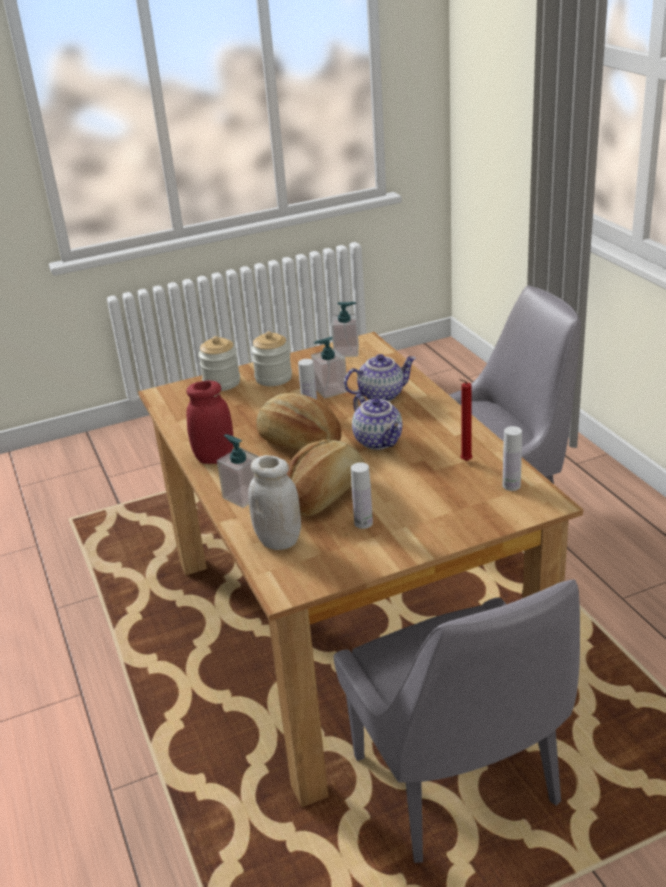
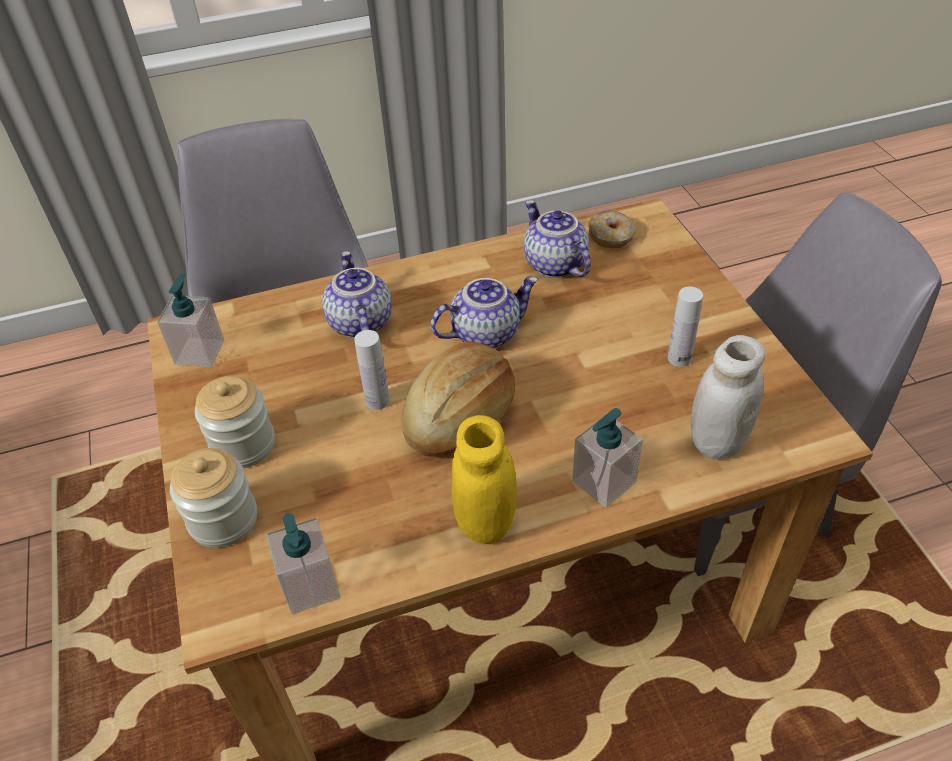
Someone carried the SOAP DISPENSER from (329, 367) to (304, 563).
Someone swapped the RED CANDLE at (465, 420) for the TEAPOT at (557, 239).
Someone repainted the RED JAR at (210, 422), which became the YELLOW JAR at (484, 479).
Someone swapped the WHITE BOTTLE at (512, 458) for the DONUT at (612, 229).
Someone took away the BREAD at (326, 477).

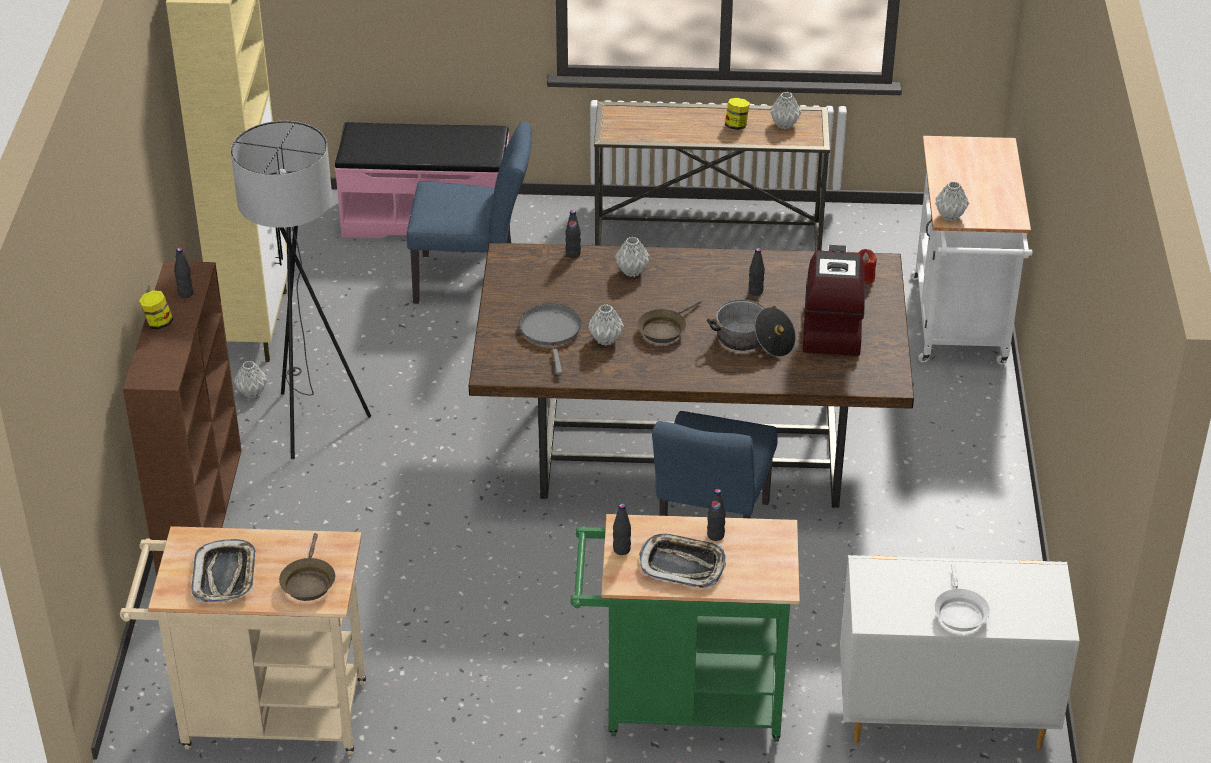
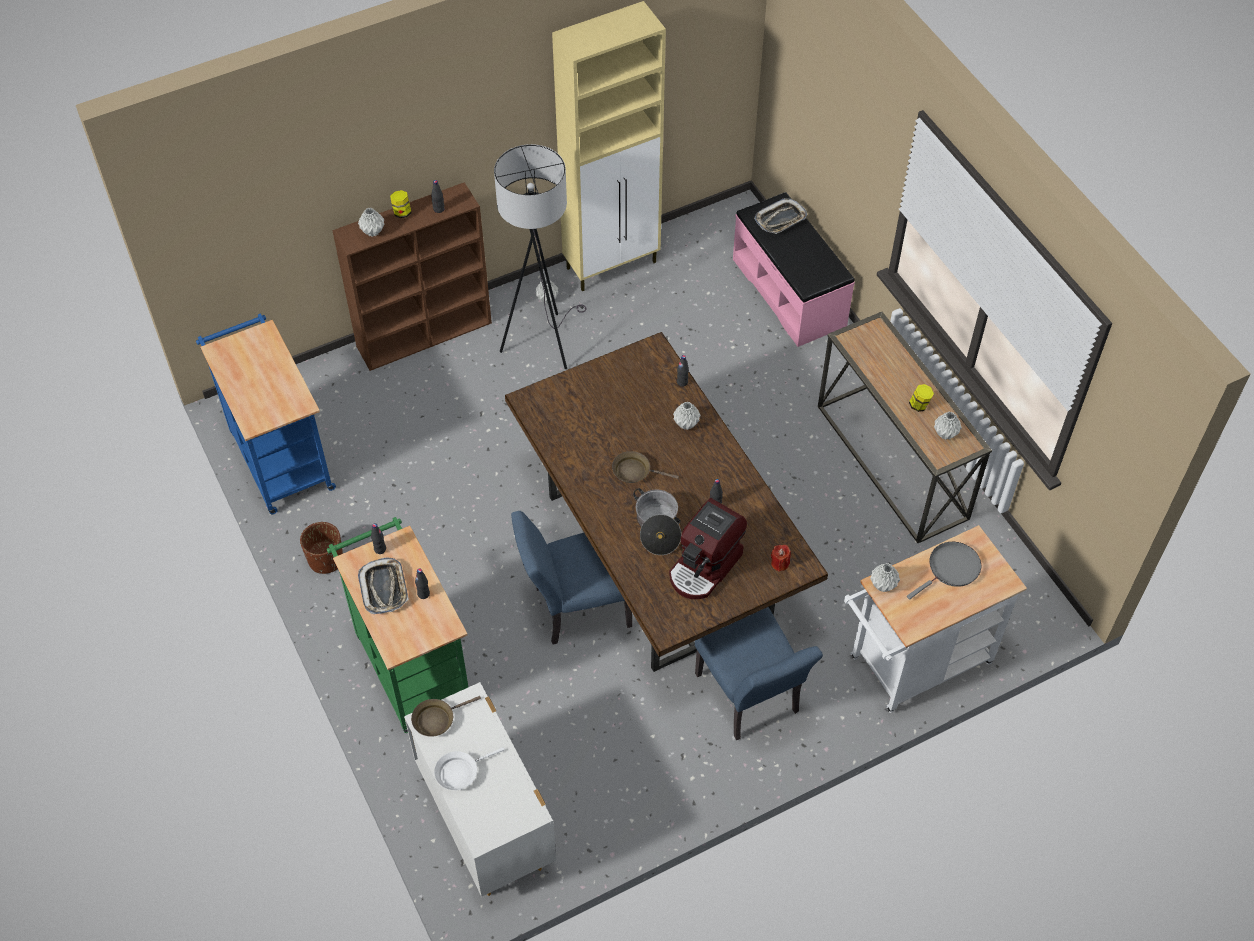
Someone carried the BLUE CHAIR from (469, 213) to (759, 673).
Someone rotated the COFFEE MACHINE at (834, 300) by 150 degrees clockwise.
Someone carried the GREY FRYING PAN from (550, 339) to (944, 570).
Someone carried the GREY VASE from (606, 325) to (371, 222).
Someone repainted the BEIGE CART at (243, 640), which became the BLUE CART at (266, 414).
Someone carried the BROWN FRYING PAN from (307, 567) to (446, 716).
Someone carried the TRAY from (224, 571) to (780, 216).
Someone put down the BROWN PLANTER at (321, 548).

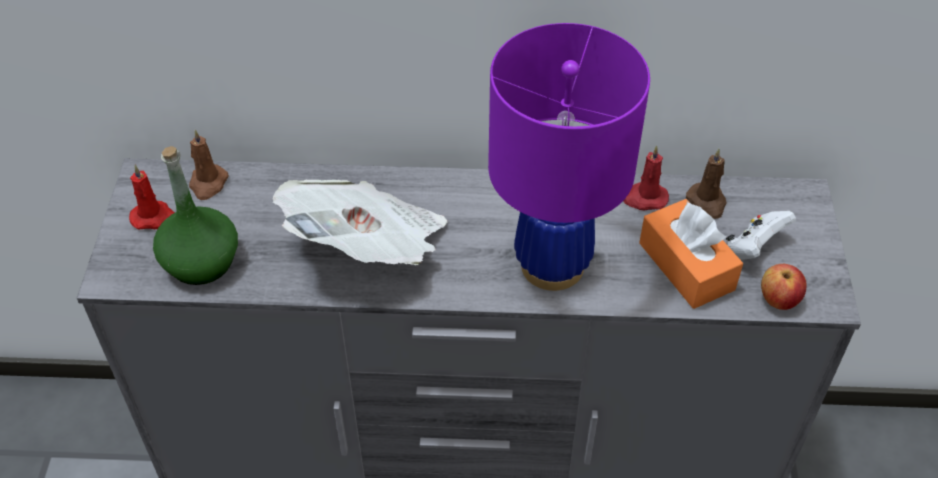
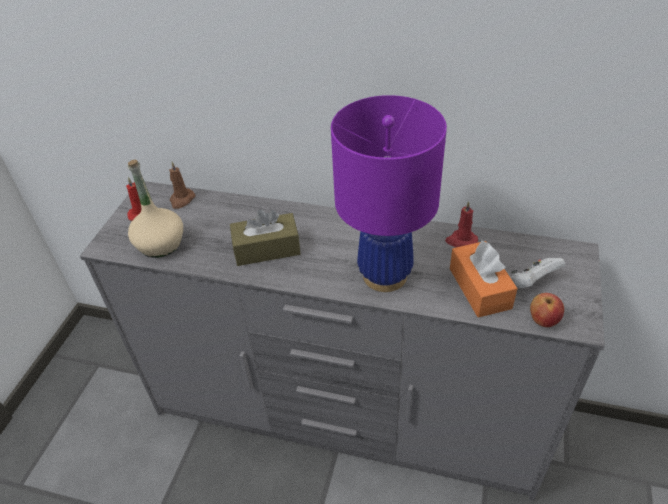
Someone repainted the GREEN BOTTLE at (195, 215), which became the BEIGE BOTTLE at (155, 209).
Someone took away the BROWN CANDLE at (706, 183).
Someone swapped the NEWSPAPER at (360, 223) for the BROWN TISSUE BOX at (265, 237).

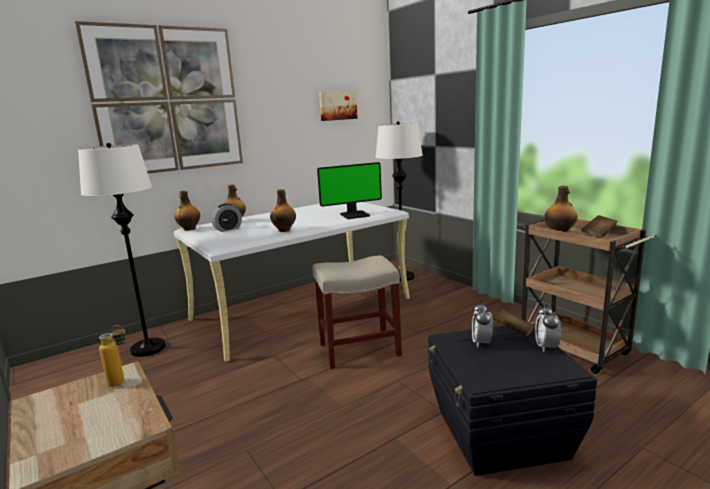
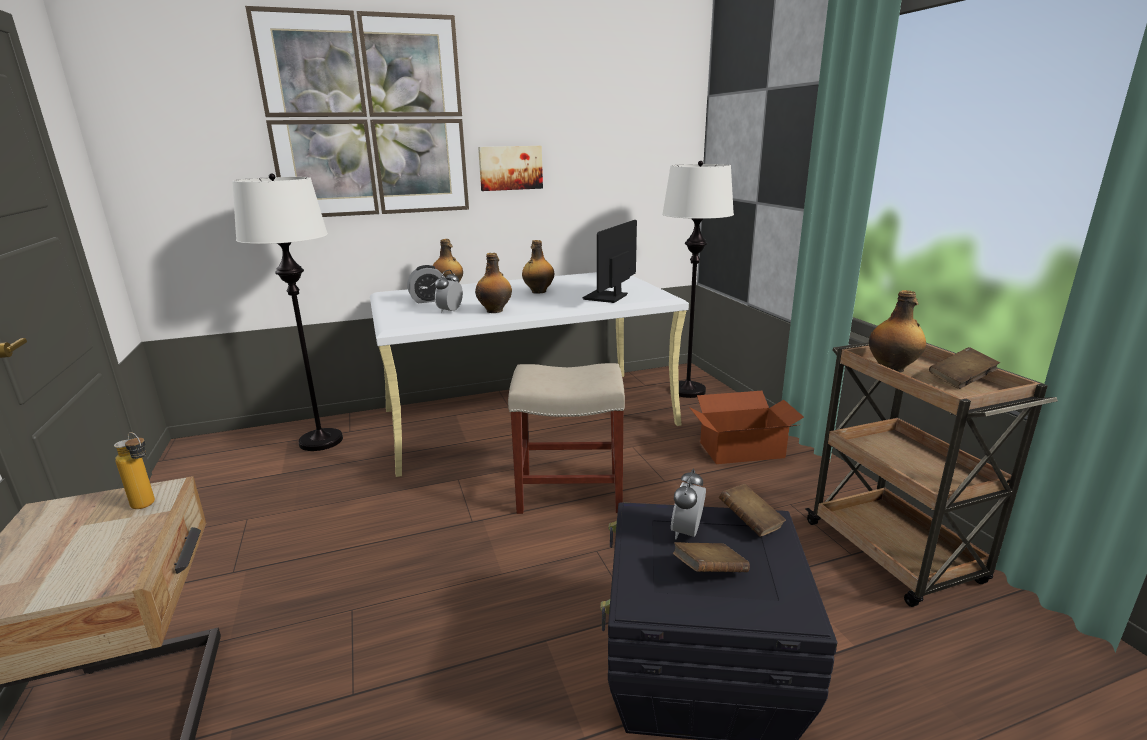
Someone carried the PICTURE from (338, 106) to (510, 168).
Someone rotated the MONITOR at (349, 190) by 120 degrees clockwise.
Someone carried the BOTTLE from (187, 211) to (538, 267).
Someone carried the ALARM CLOCK from (548, 328) to (449, 291).
Someone put down the CARDBOARD BOX at (746, 427).
Someone put down the BROWN BOOK at (711, 557).

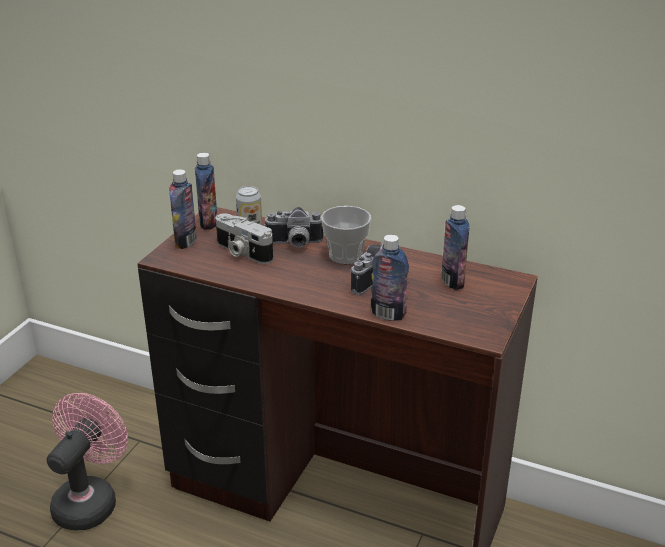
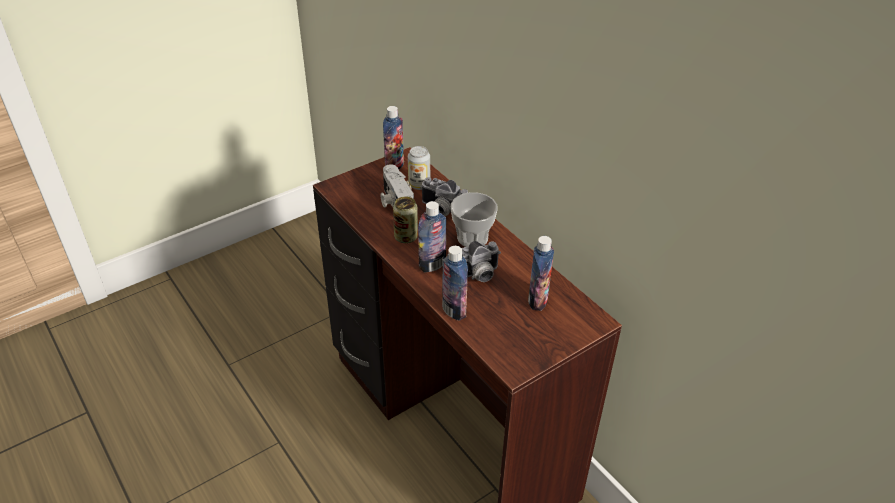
Someone carried the BOTTLE from (183, 209) to (432, 236).
Someone took away the PINK FAN at (87, 461).
Someone put down the CAN at (405, 220).

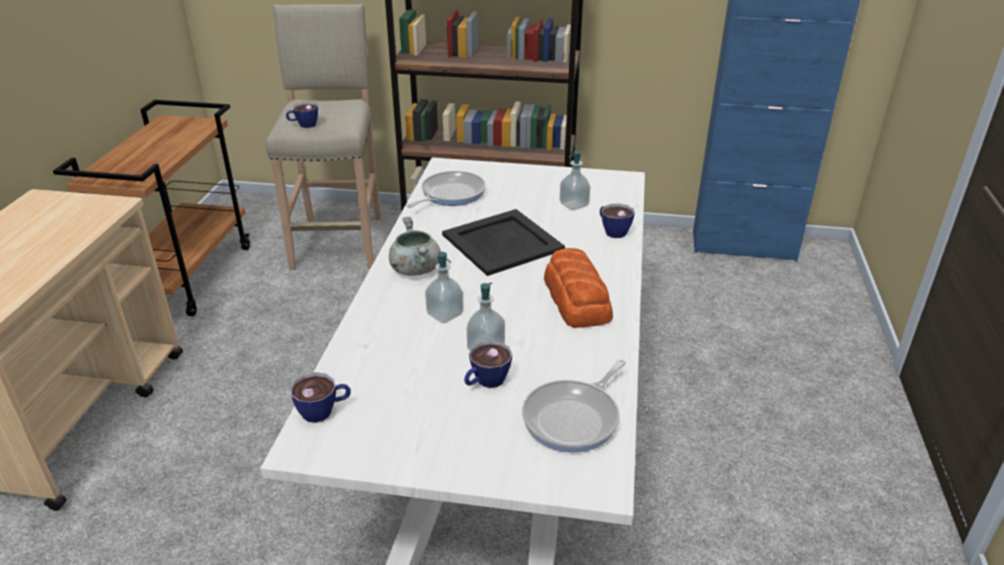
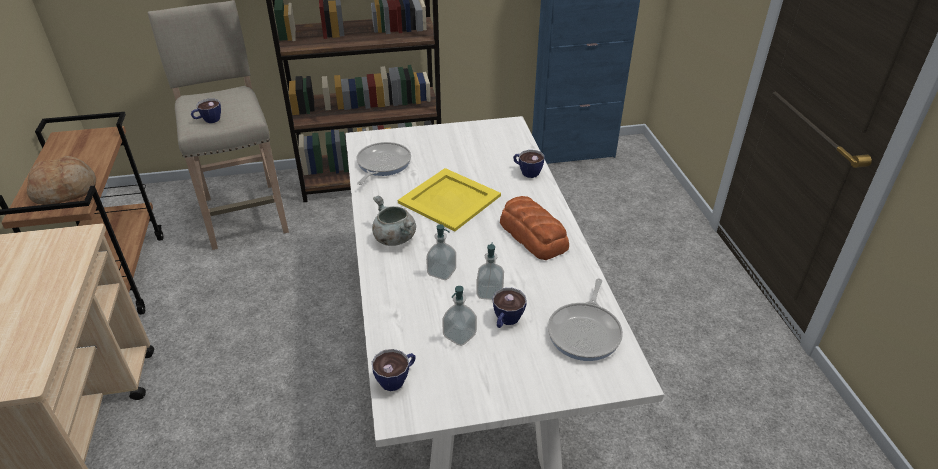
Someone carried the SOAP DISPENSER from (575, 180) to (459, 316).
Someone repainted the BLACK TRAY at (503, 242), which became the YELLOW TRAY at (449, 199).
Someone put down the BREAD at (61, 180).

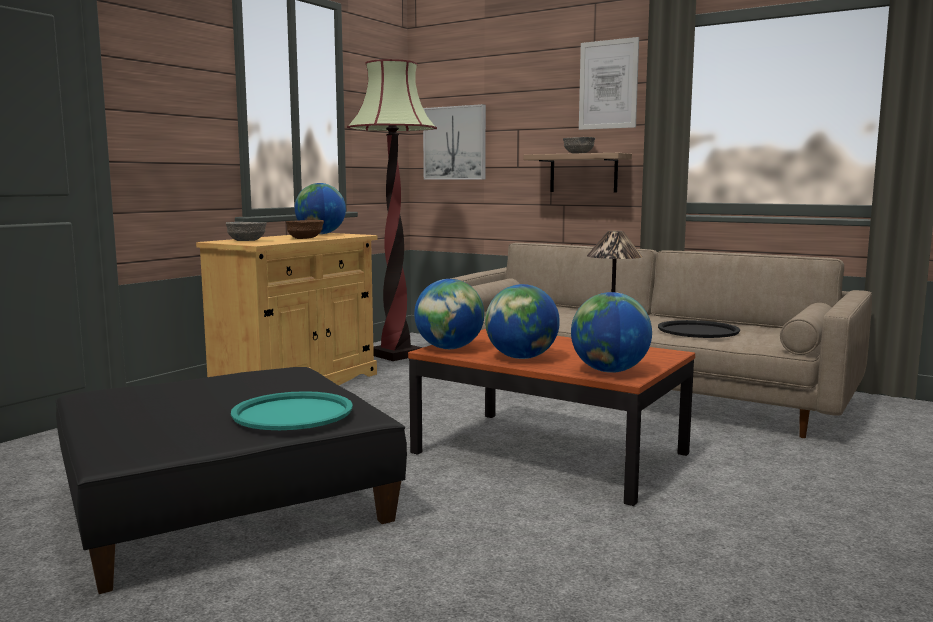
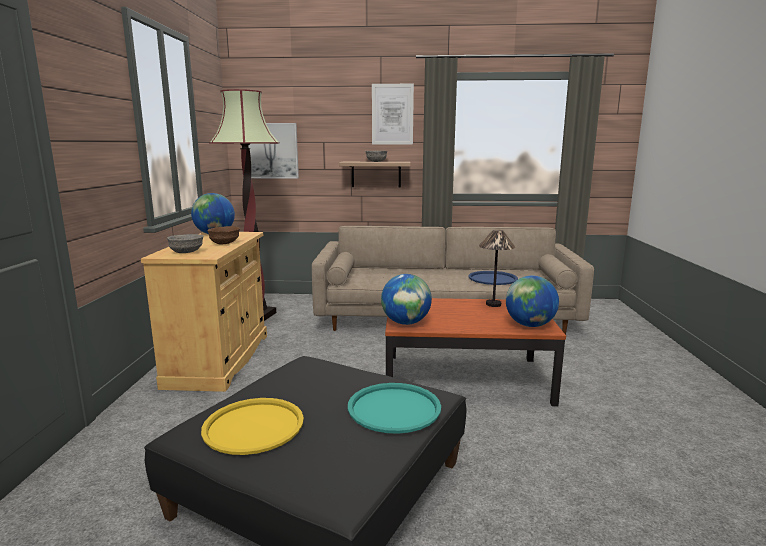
Someone took away the GLOBE at (522, 321).
Someone repainted the BLACK TRAY at (699, 329), which became the BLUE TRAY at (493, 278).
Someone put down the YELLOW TRAY at (252, 426).

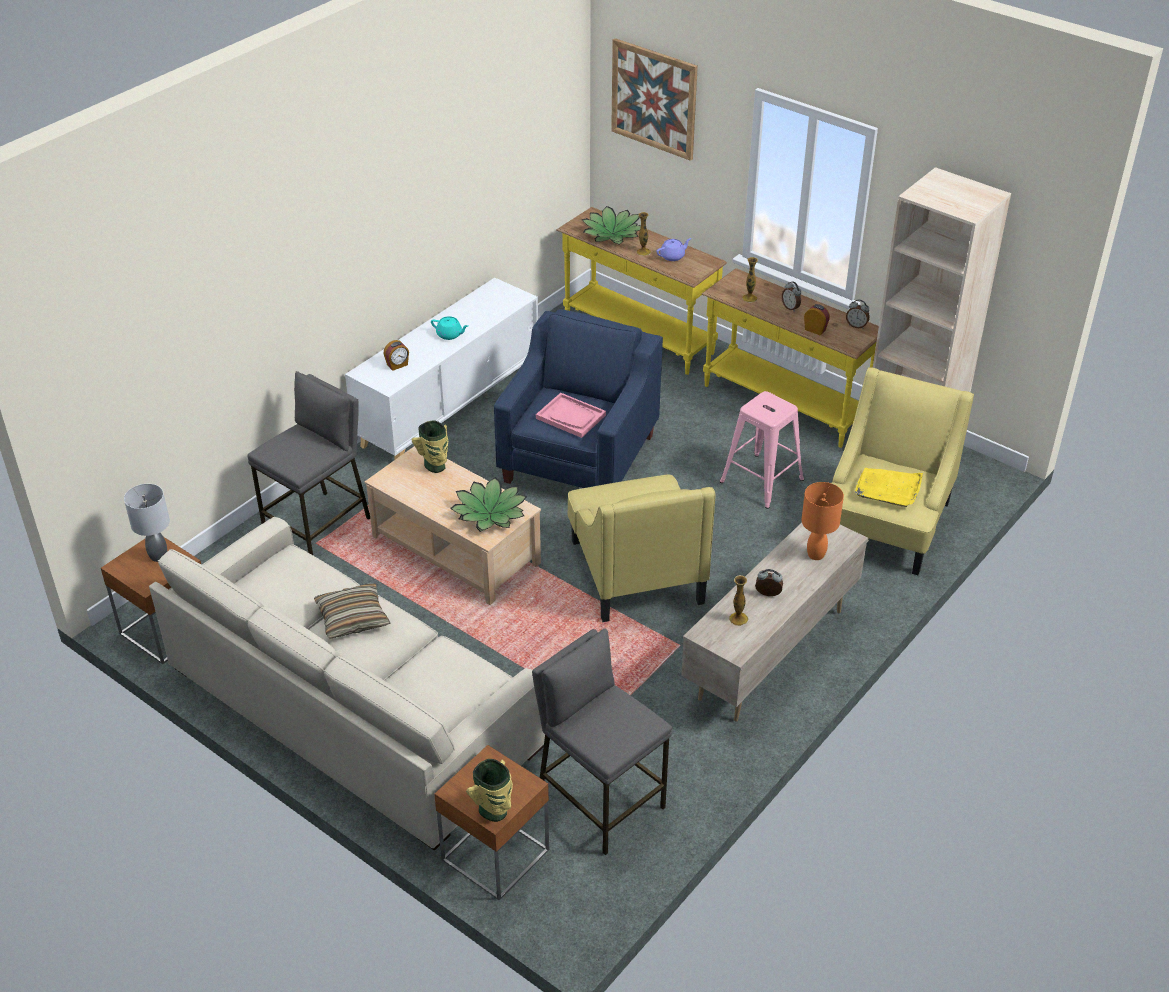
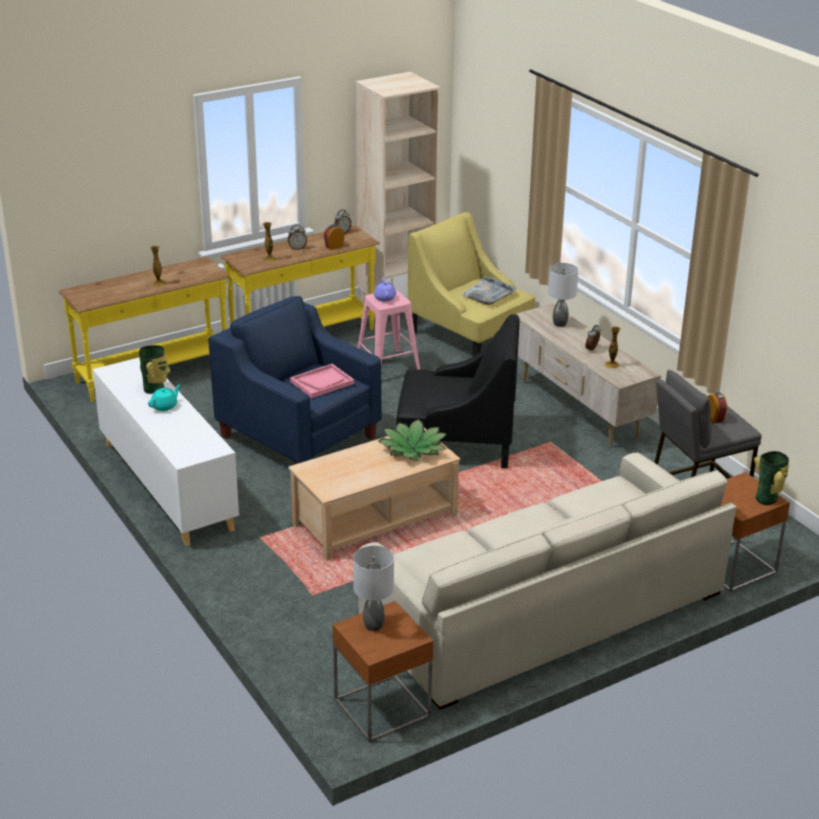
Someone took away the PICTURE at (654, 99).
Someone took away the POTTED PLANT at (611, 225).
Someone carried the PURPLE TEAPOT from (674, 249) to (385, 289).
Someone carried the ALARM CLOCK from (396, 355) to (717, 407).
Someone took away the GREY STOOL at (308, 463).
Someone carried the VASE from (430, 446) to (154, 369).
Someone repainted the YELLOW TRAY at (889, 487), which became the GREY TRAY at (489, 290).
Someone repainted the YELLOW ARMCHAIR at (641, 548), which became the BLACK ARMCHAIR at (458, 391).
Someone repainted the ORANGE TABLE LAMP at (822, 521), which became the GREY TABLE LAMP at (563, 295).
Someone took away the PILLOW at (352, 611).

